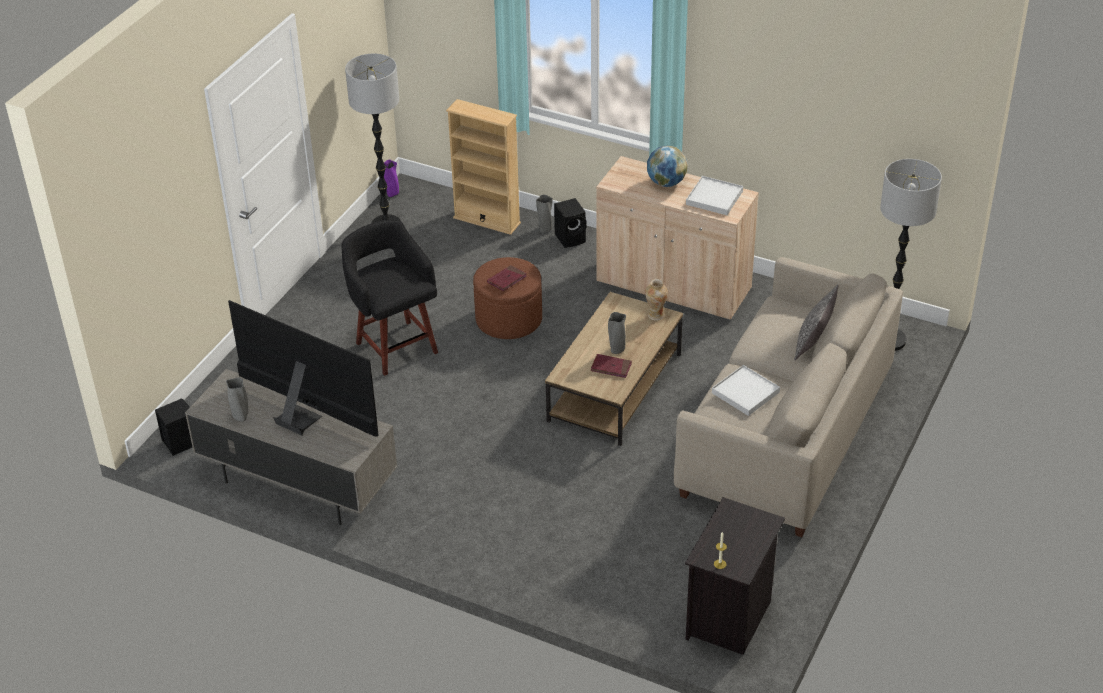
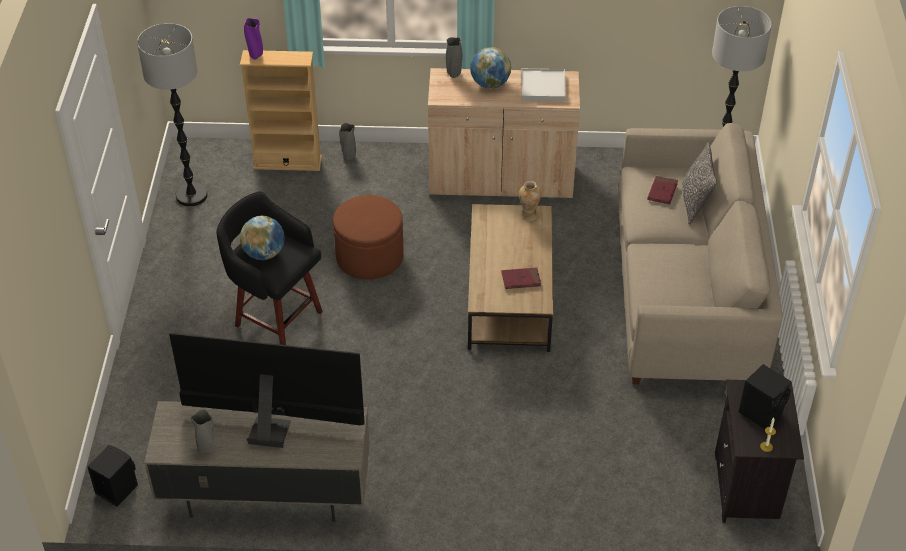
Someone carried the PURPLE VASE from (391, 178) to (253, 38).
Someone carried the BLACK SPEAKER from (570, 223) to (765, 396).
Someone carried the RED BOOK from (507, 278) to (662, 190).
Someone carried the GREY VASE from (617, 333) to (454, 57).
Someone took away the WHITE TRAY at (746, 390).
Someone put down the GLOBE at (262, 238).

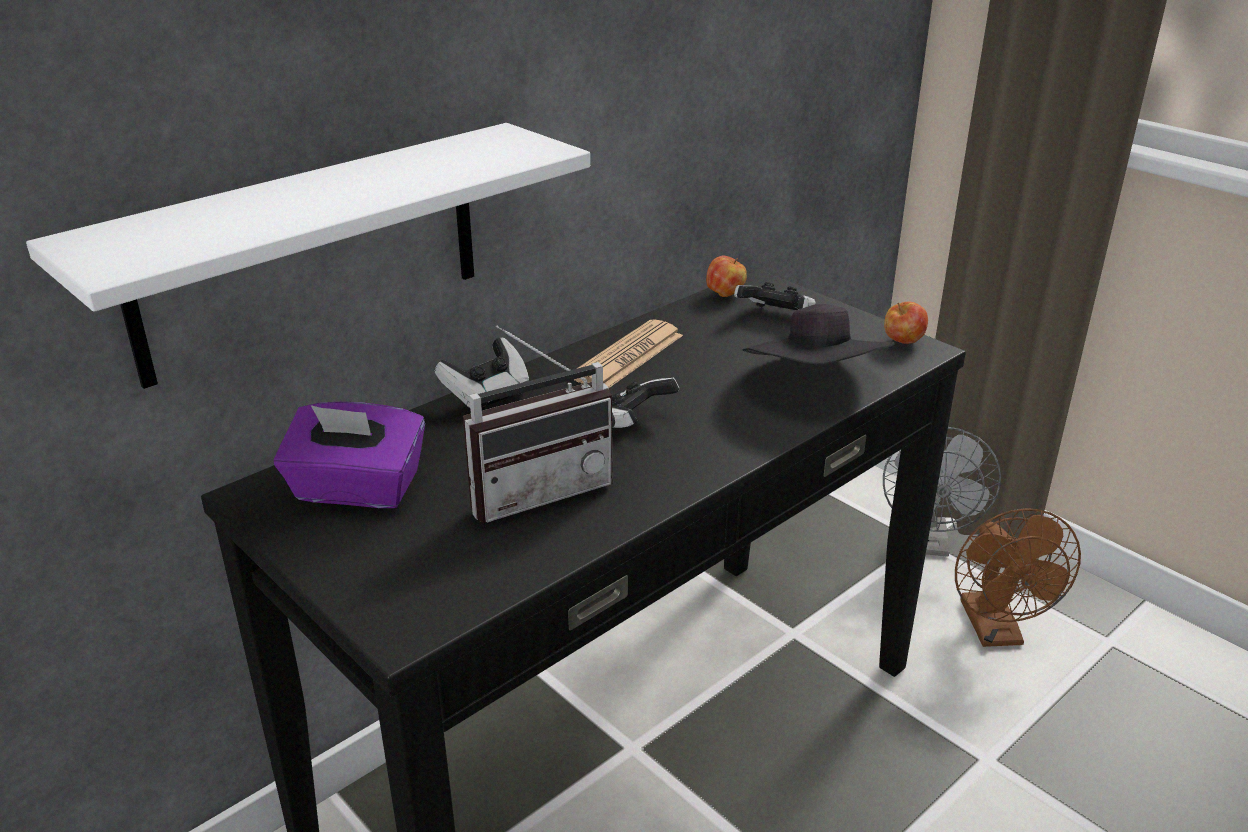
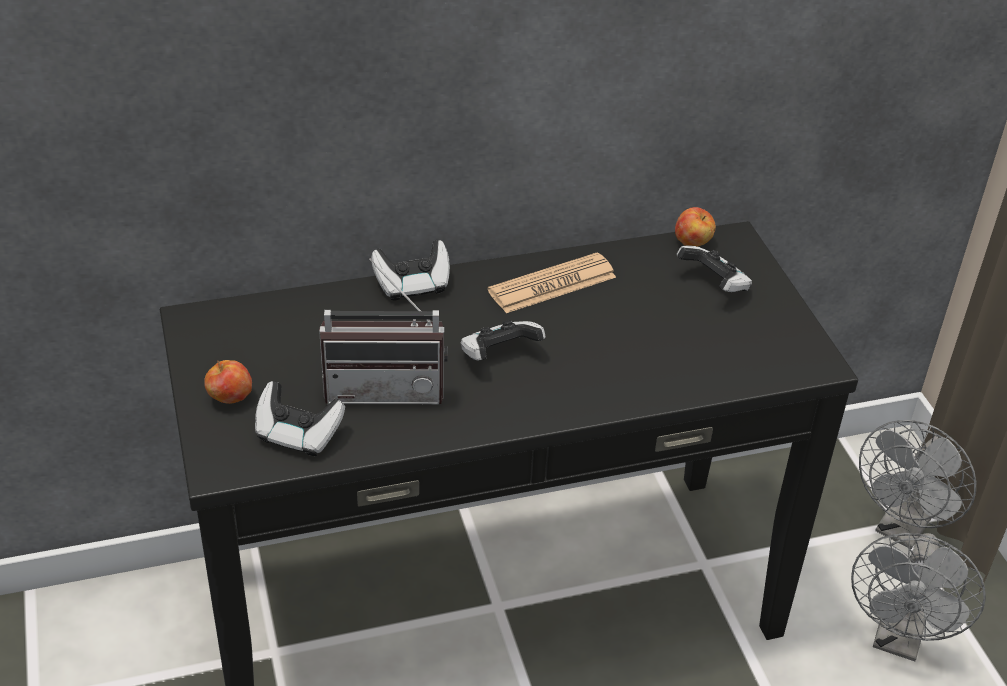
Someone took away the WHITE SHELF at (308, 256).
Someone carried the APPLE from (906, 322) to (228, 382).
Someone took away the BLACK HAT at (819, 334).
Someone took away the PURPLE TISSUE BOX at (349, 455).
Someone repainted the BROWN FAN at (1018, 577), which became the GREY FAN at (918, 597).
Someone put down the GAME CONTROLLER at (300, 418).

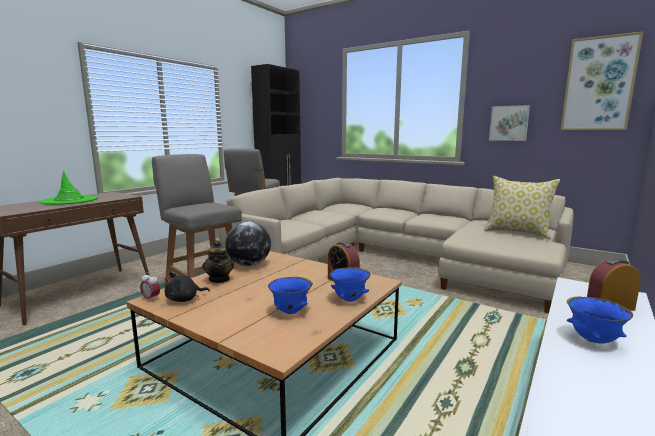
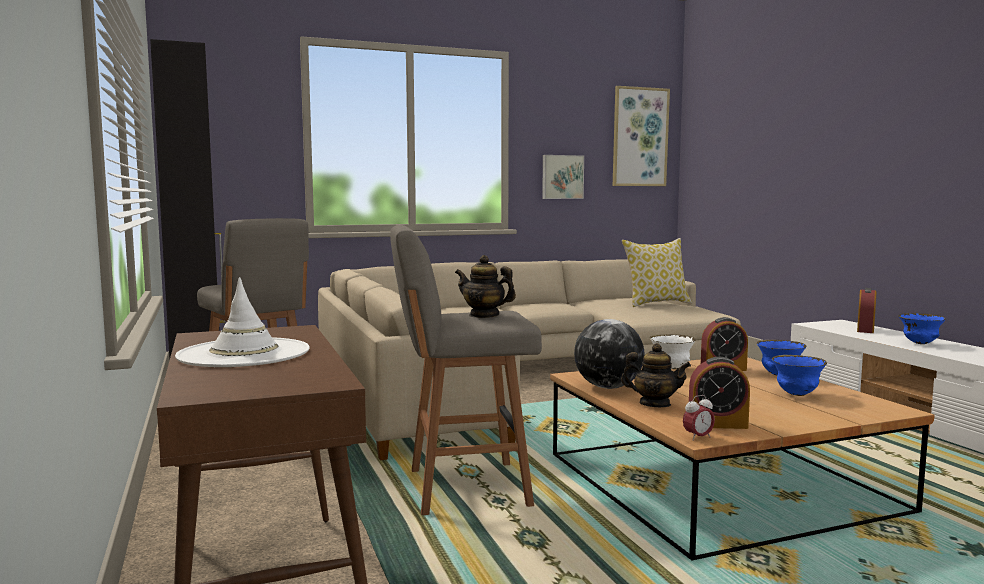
Someone repainted the GREEN HAT at (69, 188), which became the WHITE HAT at (242, 322).
Someone swapped the BLACK PLUSH TOY at (187, 287) for the ALARM CLOCK at (719, 393).
Someone put down the TEAPOT at (485, 286).
Someone put down the WHITE BOWL at (673, 351).

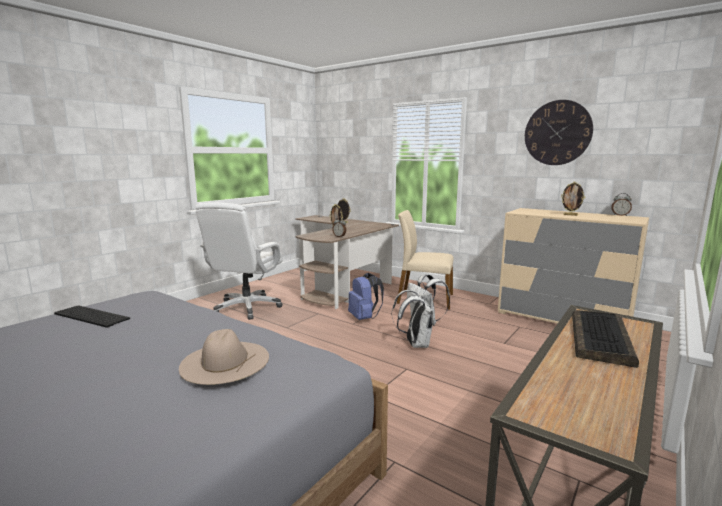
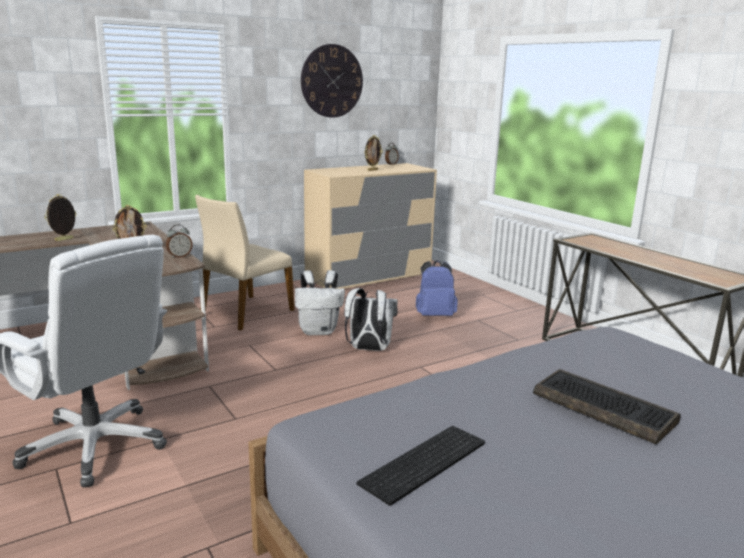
Someone carried the BLUE BACKPACK from (366, 296) to (437, 288).
Someone carried the KEYBOARD from (605, 339) to (607, 407).
Someone took away the BEIGE HAT at (224, 357).

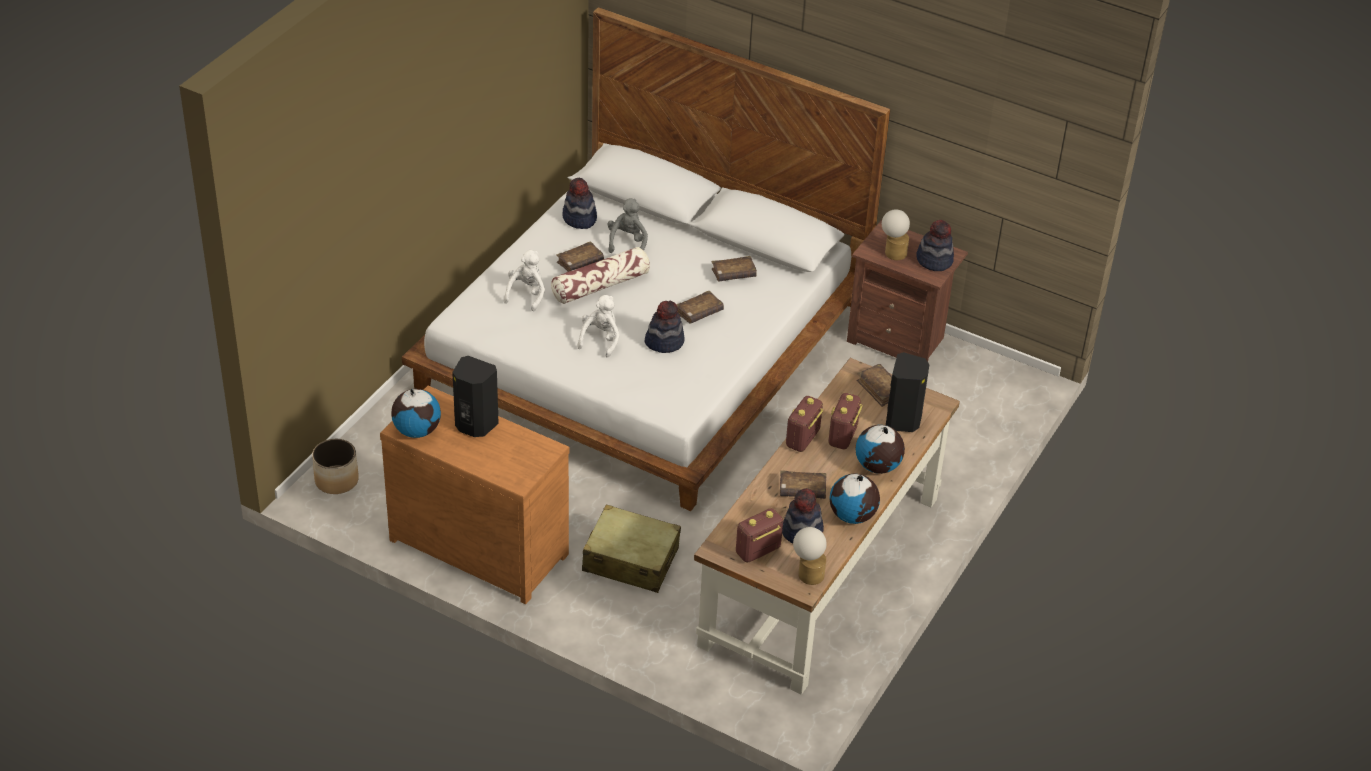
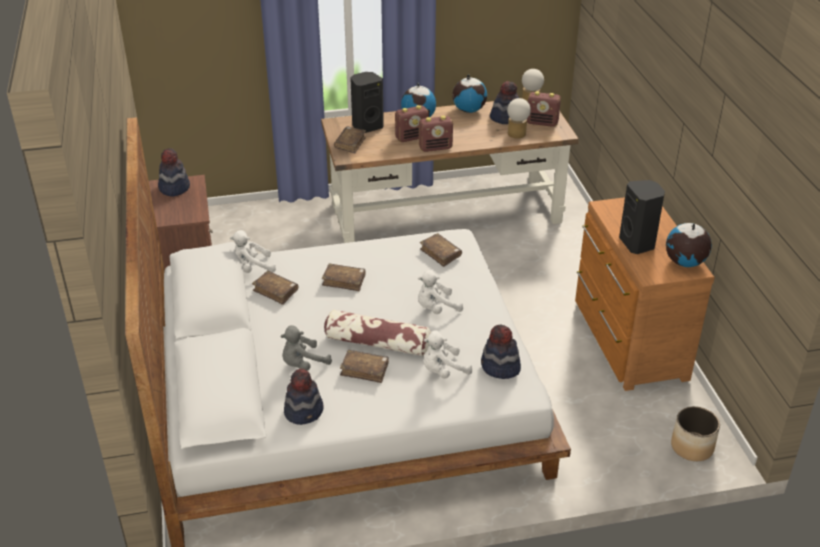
Someone carried the TABLE LAMP from (896, 234) to (519, 118).
Someone carried the HAT from (664, 327) to (501, 351).
Someone carried the BROWN BOOK from (803, 484) to (441, 250).
Someone took away the BEIGE SUITCASE at (631, 548).
Someone put down the WHITE PLUSH TOY at (253, 251).

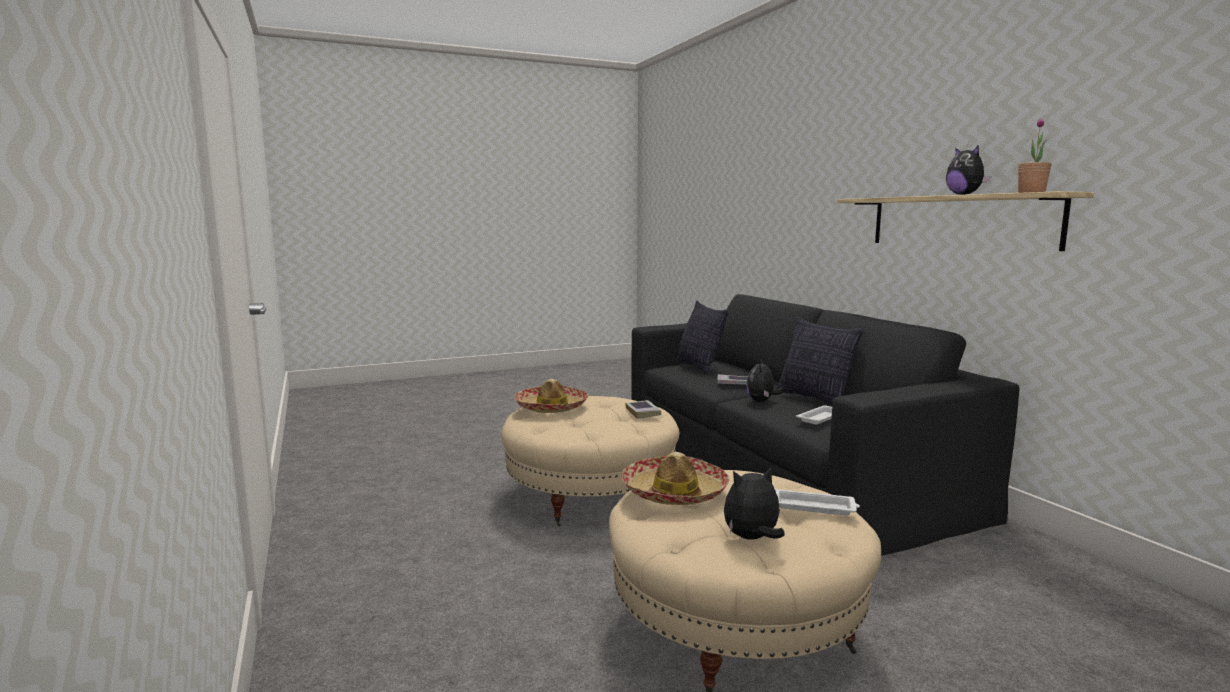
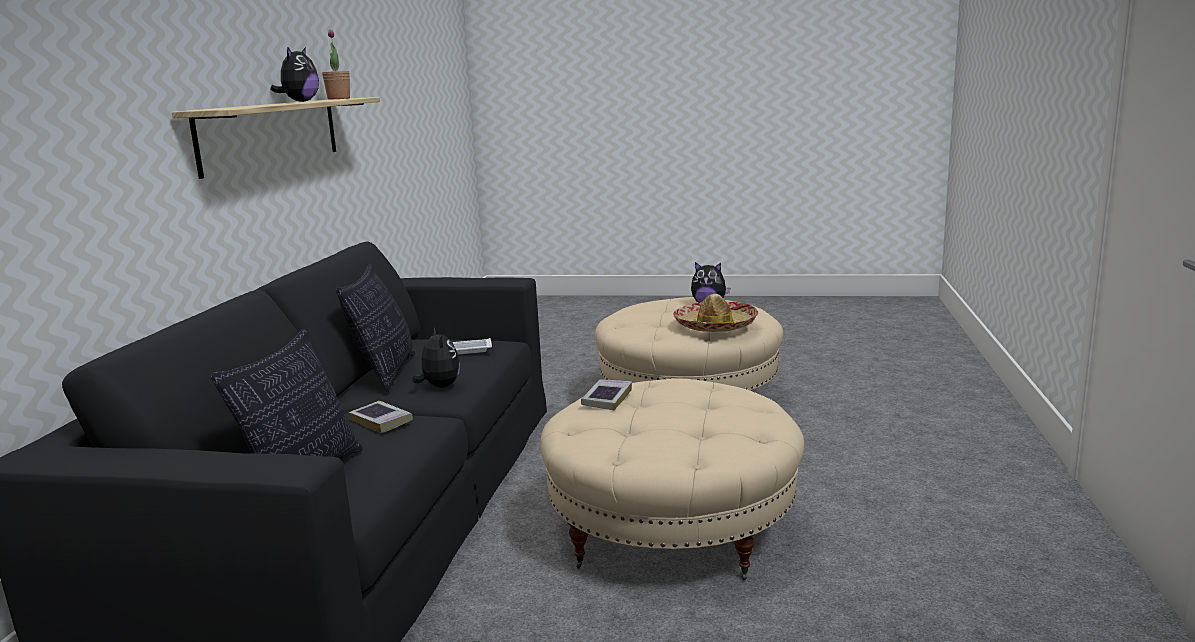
Someone rotated the PLUSH TOY at (764, 380) by 75 degrees counterclockwise.
Someone took away the HAT at (551, 396).
Someone took away the WHITE TRAY at (817, 501).

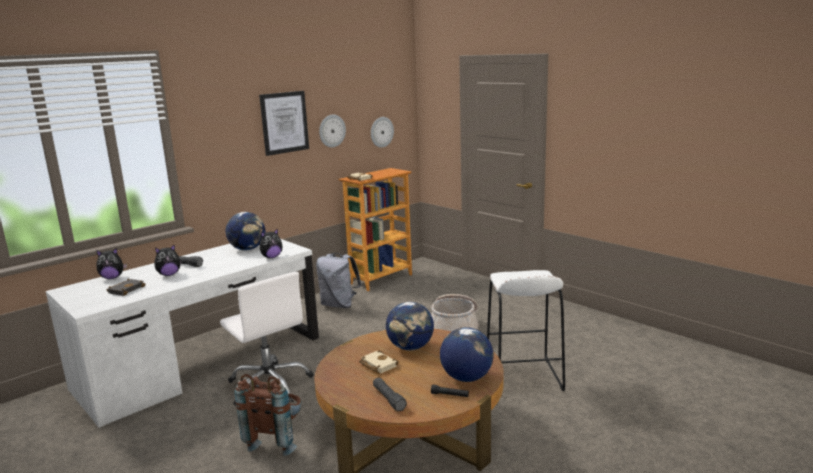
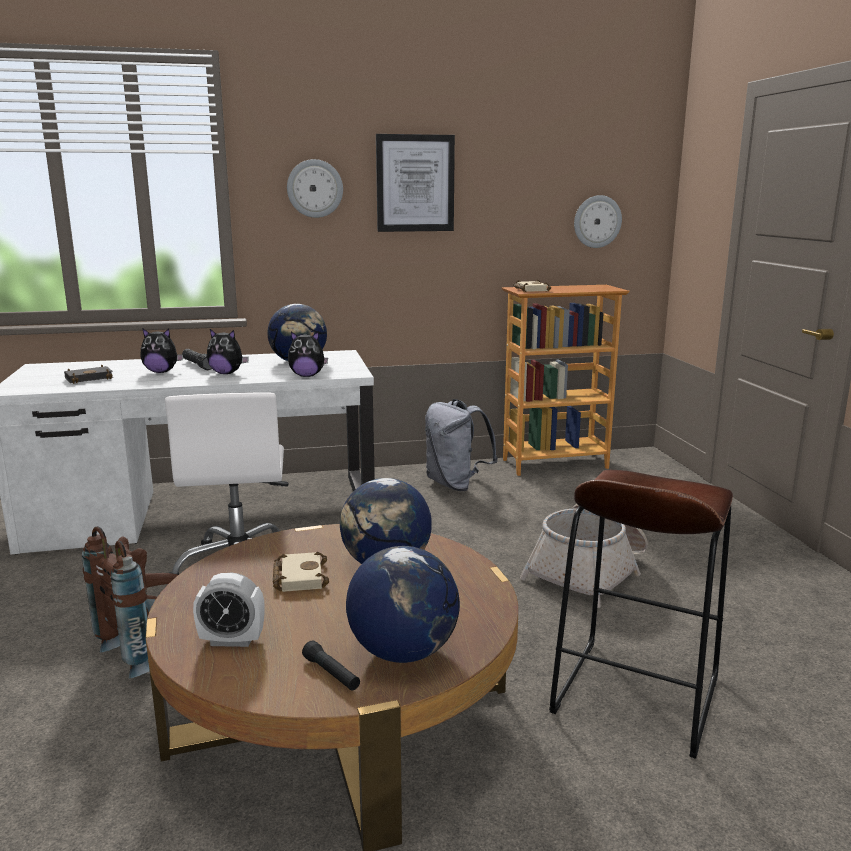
Someone carried the WALL CLOCK from (332, 130) to (315, 188).
Someone carried the PLUSH TOY from (111, 264) to (228, 351).
Someone repainted the WHITE STOOL at (526, 330), which became the BROWN STOOL at (641, 614).
Someone swapped the BLACK FLASHLIGHT at (390, 394) for the ALARM CLOCK at (229, 610).

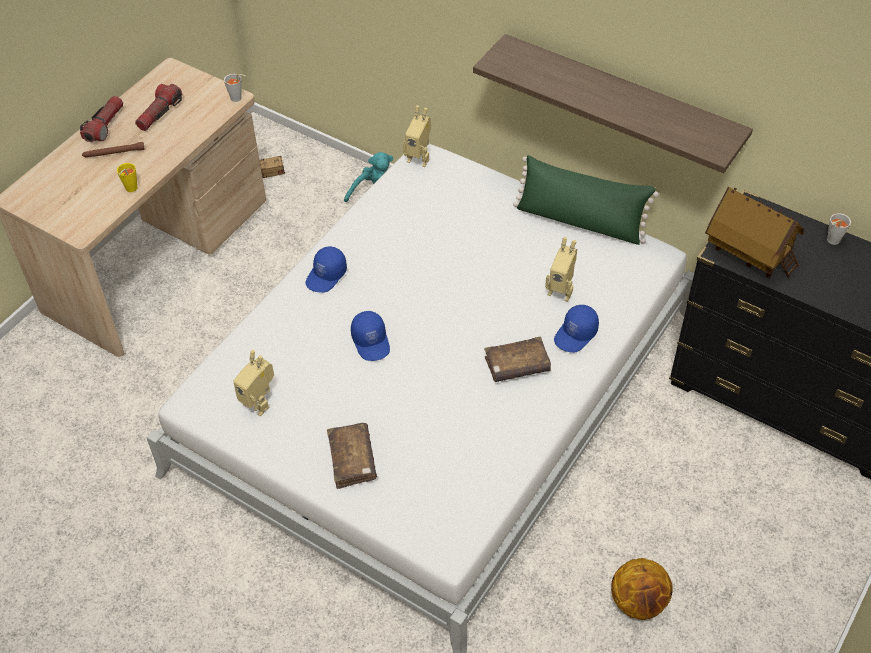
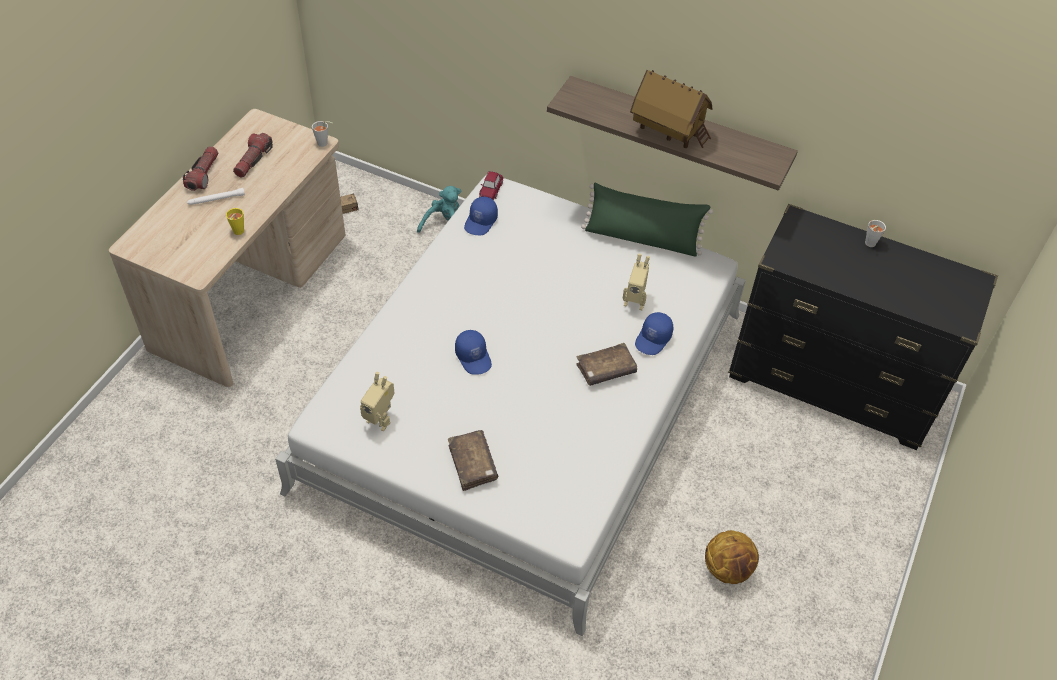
Someone swapped the TOY ROBOT at (417, 136) for the TOY CAR at (491, 185).
Someone repainted the BROWN FLASHLIGHT at (113, 149), which became the WHITE FLASHLIGHT at (216, 196).
Someone carried the TOY HOUSE from (754, 232) to (671, 109).
Someone carried the BLUE CAP from (326, 269) to (481, 216).

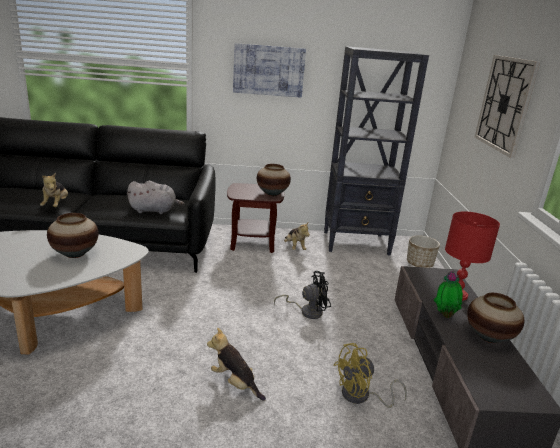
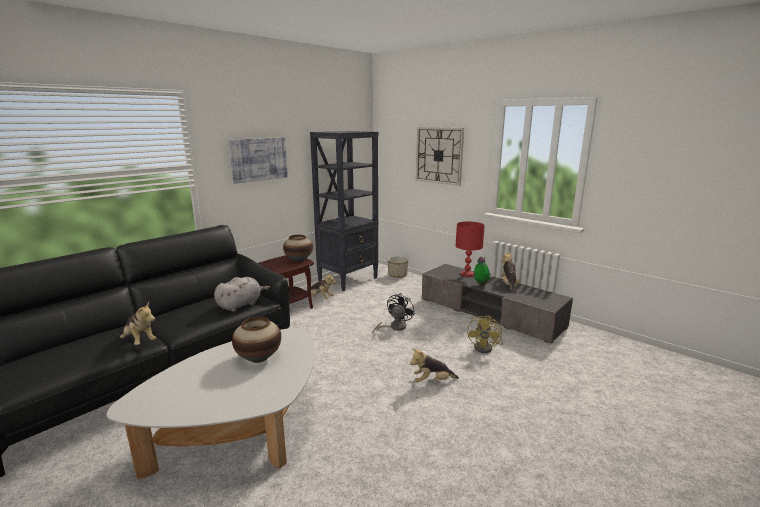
Someone swapped the VASE at (495, 318) for the PLUSH TOY at (511, 273).

